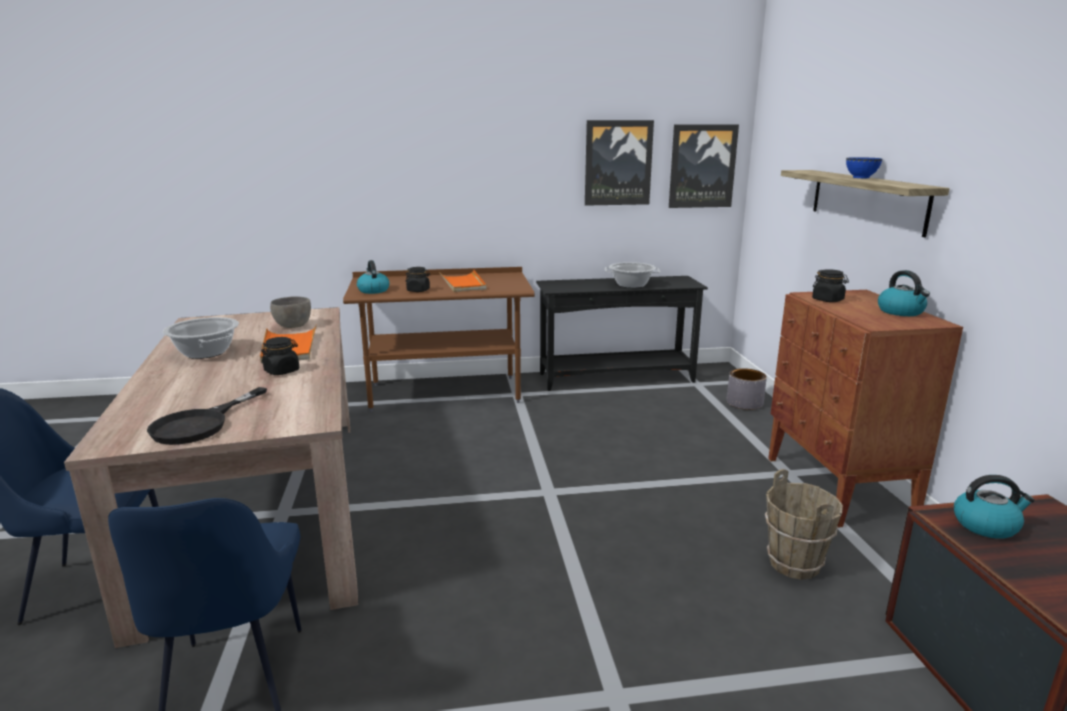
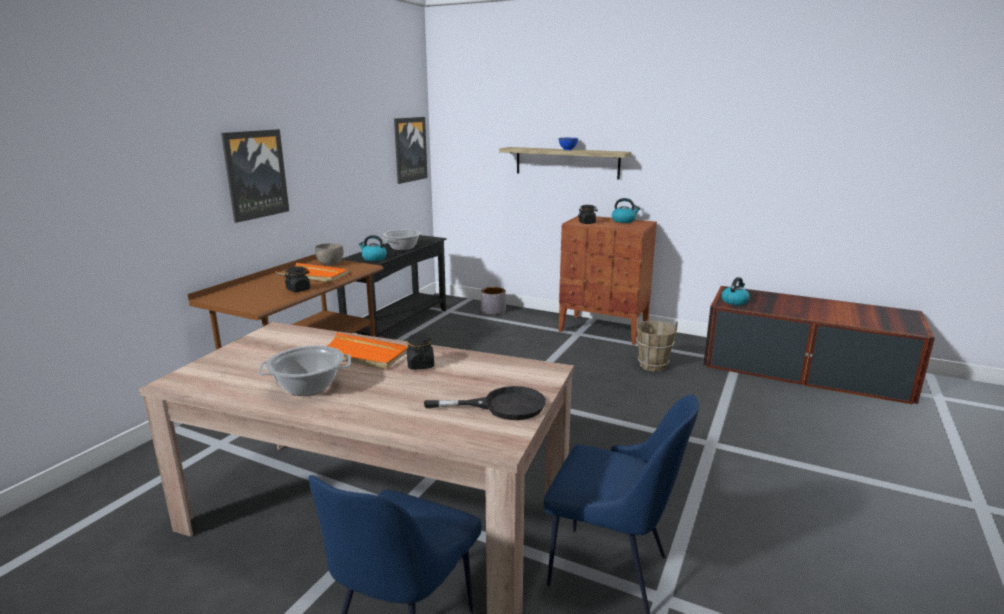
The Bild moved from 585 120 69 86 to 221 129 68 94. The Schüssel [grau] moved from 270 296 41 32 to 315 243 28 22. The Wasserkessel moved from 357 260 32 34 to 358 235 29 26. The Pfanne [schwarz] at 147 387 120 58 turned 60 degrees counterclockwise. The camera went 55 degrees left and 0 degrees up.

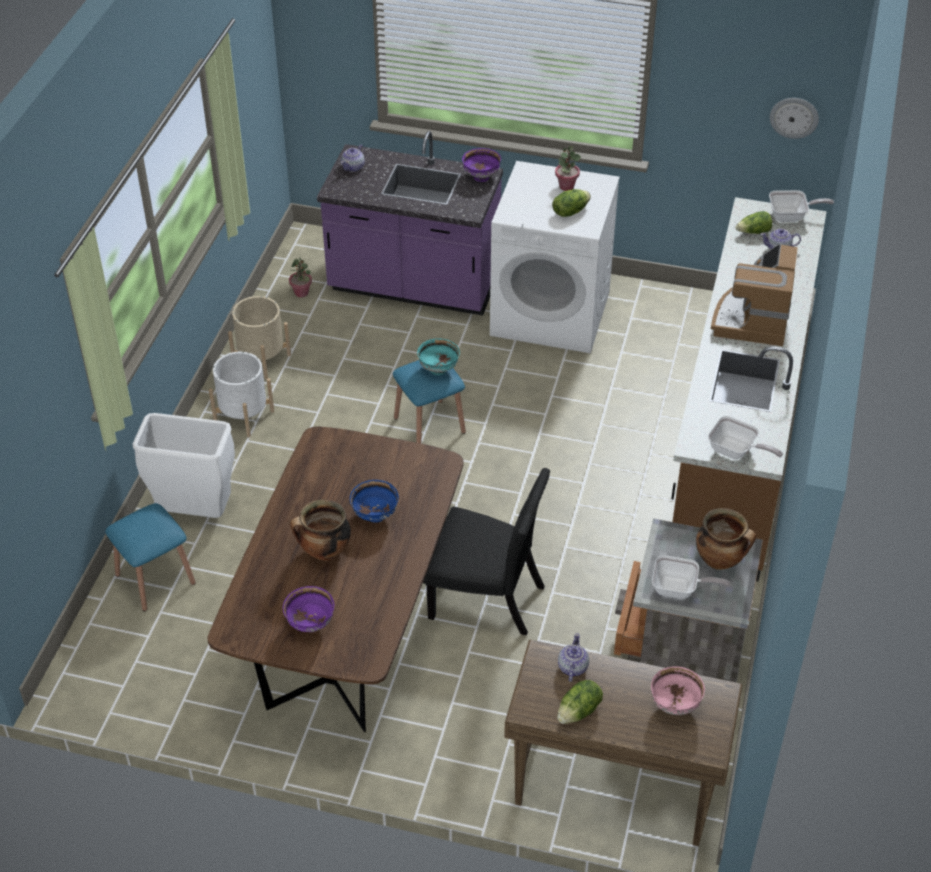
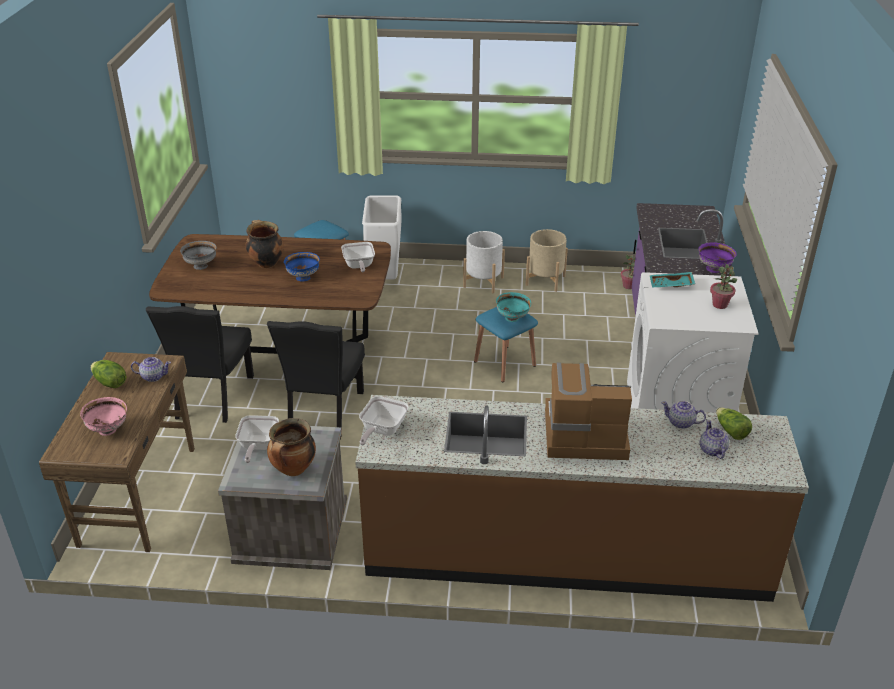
The Stuhl [schwarz] at 146 306 108 117 appeared. The Schüssel [lila] at 283 586 51 46 became the Schüssel [grau] at 180 241 36 29. The Pfanne moved from 769 190 65 32 to 341 242 34 31. The Tablett [türkis] at 650 272 45 15 appeared. The Teekanne moved from 341 145 24 27 to 661 401 45 28. The Salatkopf at 552 189 39 28 disappeared. The Wanduhr at 770 98 49 41 disappeared. The camera went 80 degrees right and 10 degrees down.

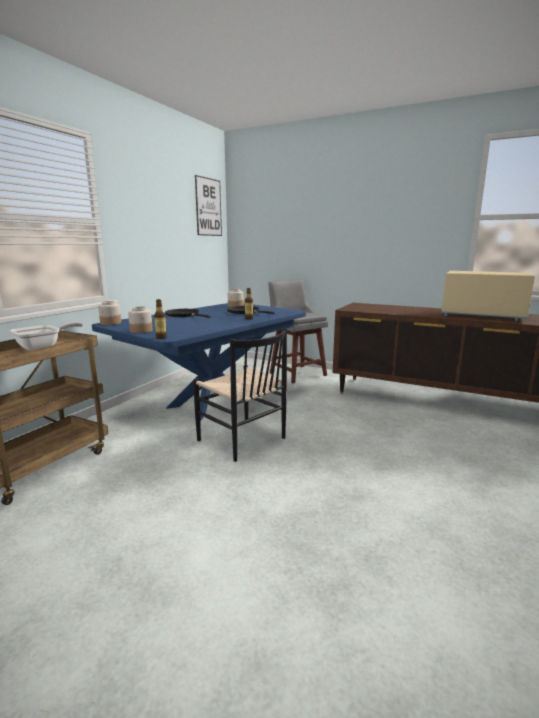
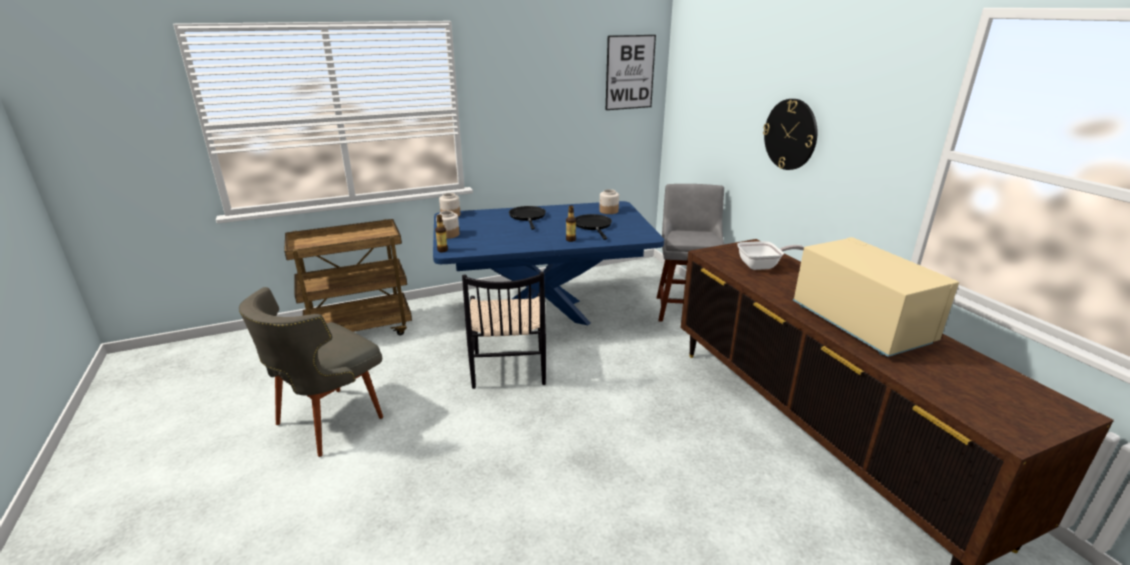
The Stuhl [grau] at 239 287 144 170 appeared. The Pfanne moved from 10 322 73 29 to 737 241 67 29. The Wanduhr at 763 99 55 71 appeared. The camera went 40 degrees right and 10 degrees up.

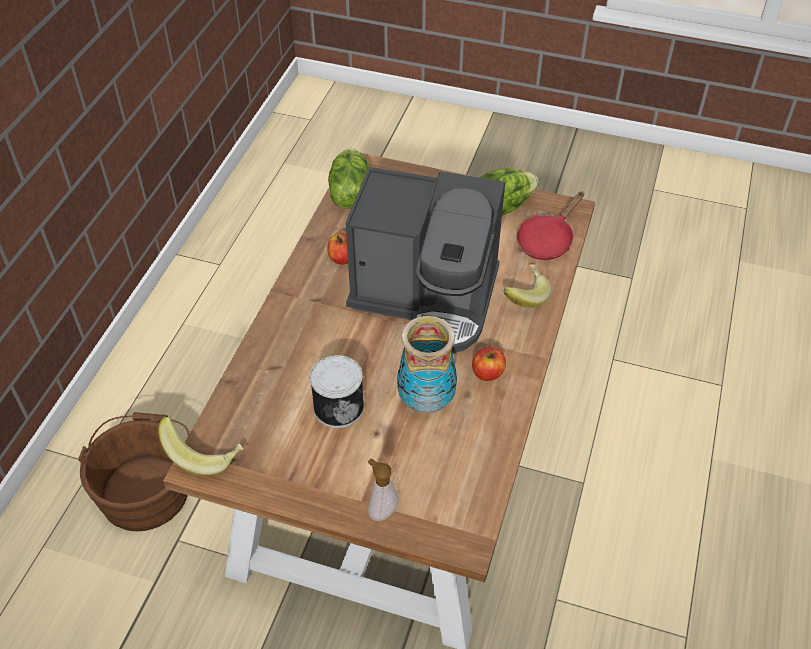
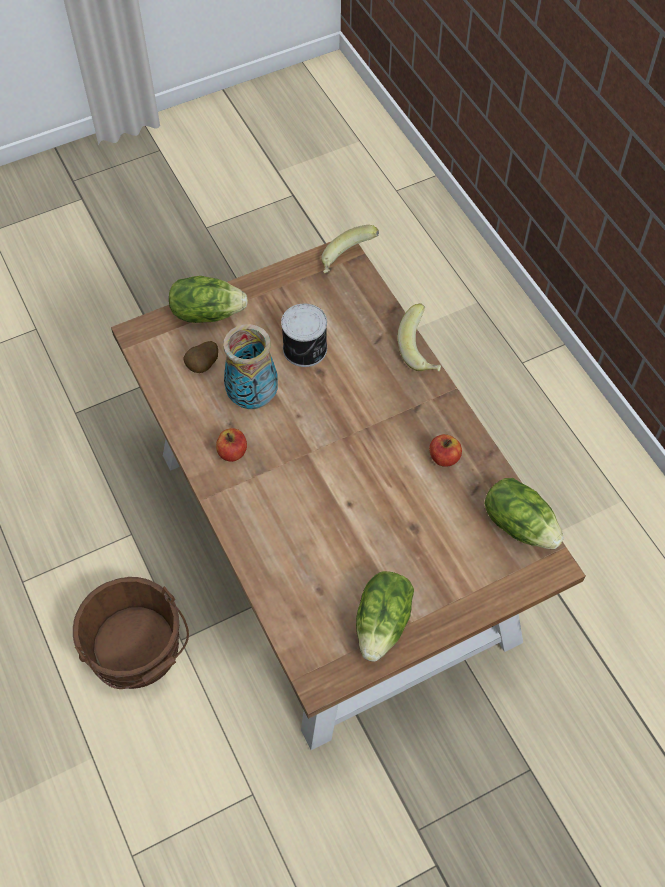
The Eimer [braun] moved from 78 412 112 119 to 73 577 116 112. The Seifenspender at 368 458 31 63 was replaced by the Salatkopf at 169 276 79 47. The Kartoffel at 183 341 35 32 appeared. The Banane moved from 503 265 49 43 to 397 303 44 69. The Kaffeemaschine at 346 167 159 187 disappeared. The Pfanne [rot] at 517 191 67 69 disappeared. The camera went 135 degrees right and 10 degrees up.

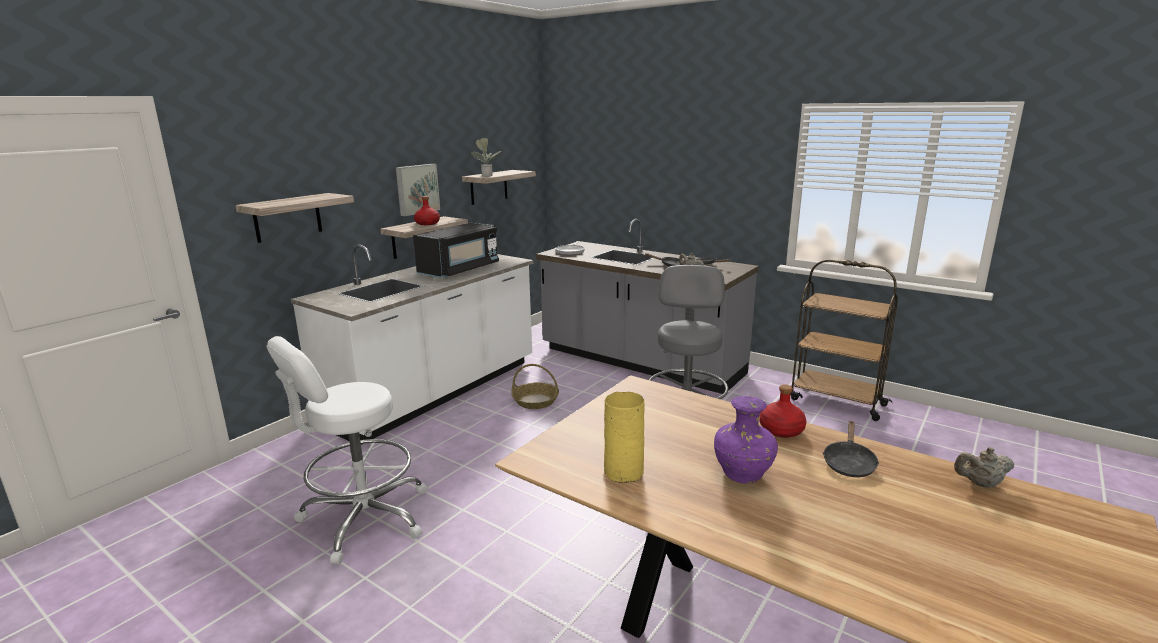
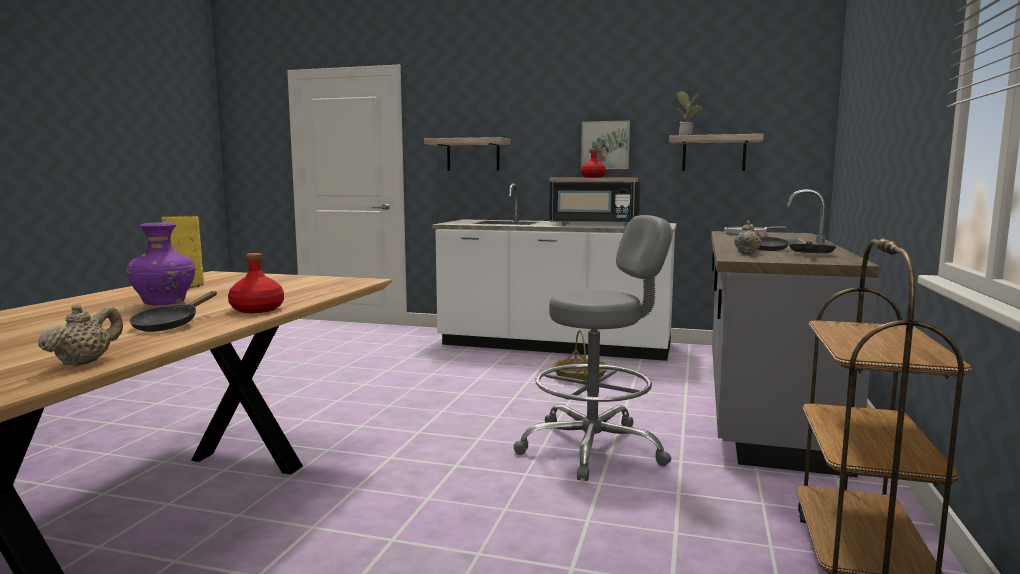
The Teekanne [beige] at 954 447 60 41 turned 45 degrees clockwise. The Pfanne [schwarz] at 823 421 57 56 turned 75 degrees counterclockwise. The Hocker [weiß] at 266 336 162 229 disappeared. The camera went 70 degrees right and 10 degrees down.

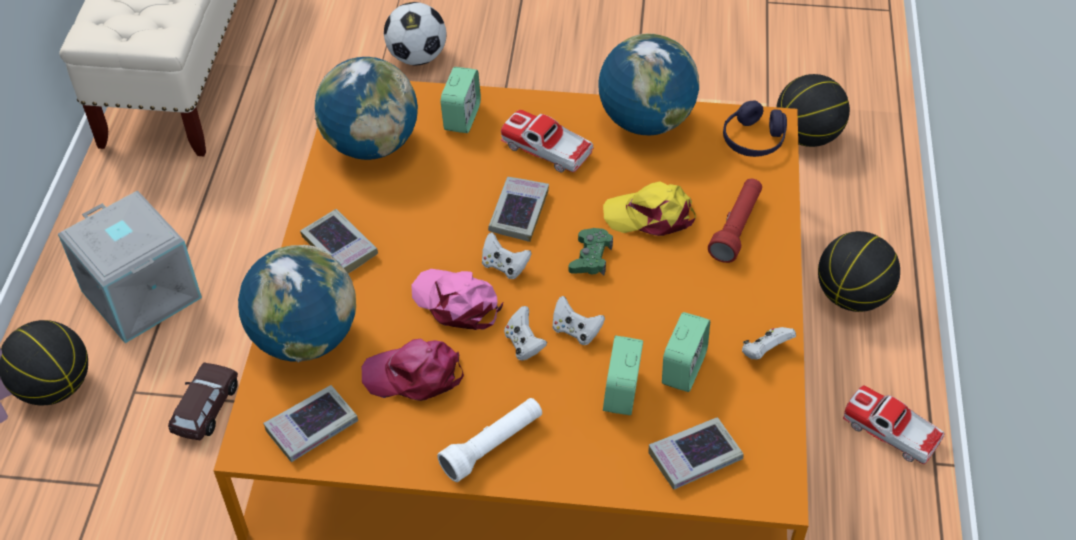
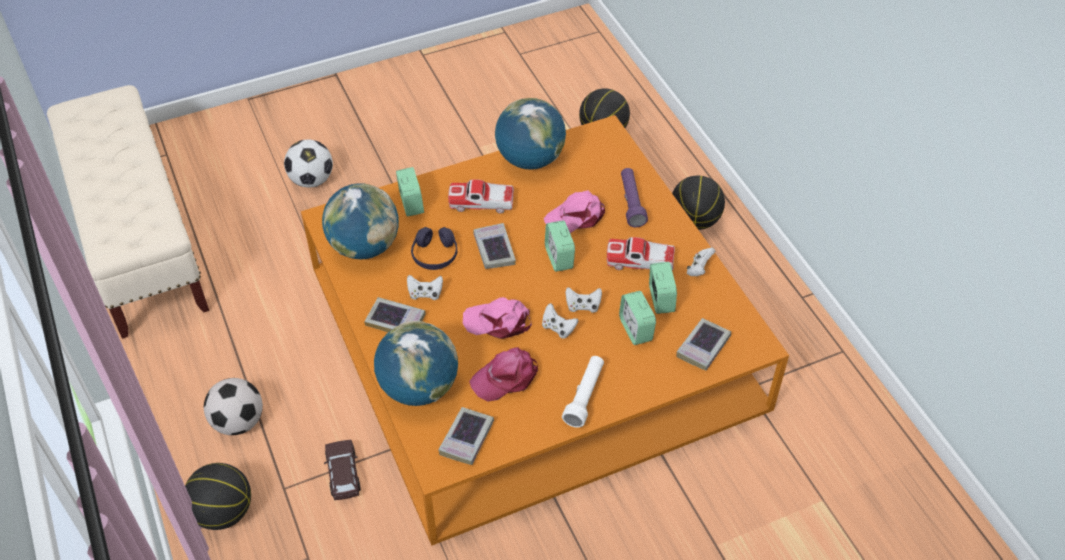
The Aufbewahrungsbox [grau] at 58 191 144 152 was replaced by the Fußball at 204 378 59 57. The Gamepad [weiß] moved from 482 232 50 47 to 407 275 36 25. The Kopfhörer [lila] moved from 723 100 64 57 to 411 227 46 43. The Kappe [gelb] at 603 181 93 55 became the Kappe [rosa] at 544 190 61 43. The Gamepad [grün] at 568 228 45 48 was replaced by the Wecker at 545 220 30 52. The Spielzeugauto moved from 843 385 102 79 to 607 237 68 34. The Taschenlampe [rot] at 708 179 54 84 became the Taschenlampe [lila] at 621 168 27 59. The camera went 30 degrees left and 0 degrees up.

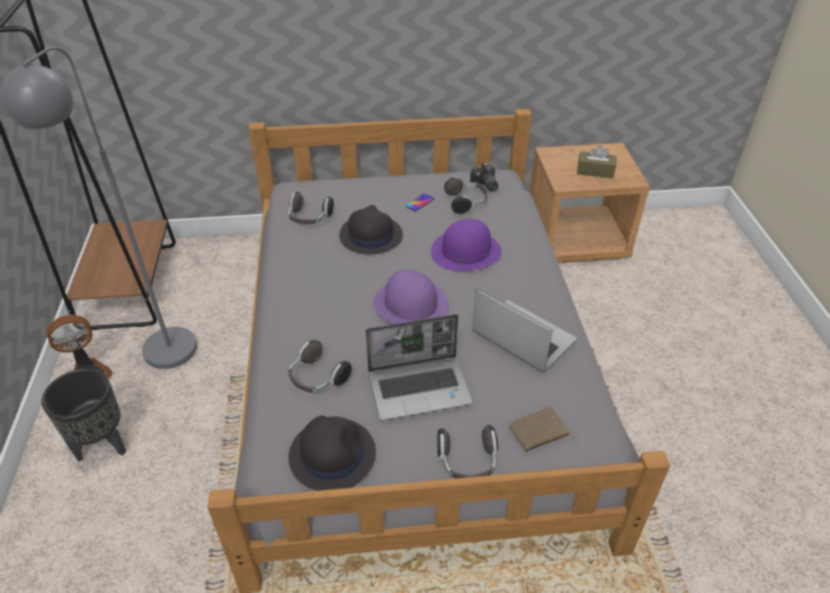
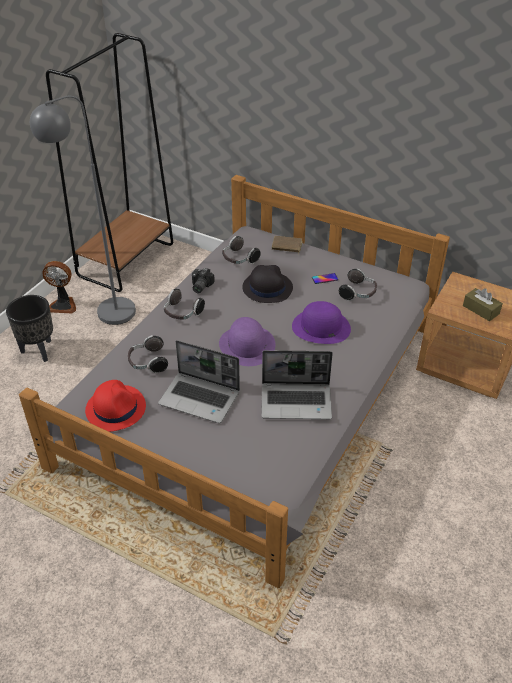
The Hut [schwarz] at 288 416 88 75 became the Hut [rot] at 85 380 61 52. The Kopfhörer moved from 437 425 61 53 to 164 289 41 30. The Kamera moved from 470 162 28 30 to 192 268 23 26. The Laptop at 472 288 105 84 turned 105 degrees clockwise. The Buch [braun] moved from 509 406 67 46 to 272 236 31 18. The camera went 35 degrees right and 0 degrees up.

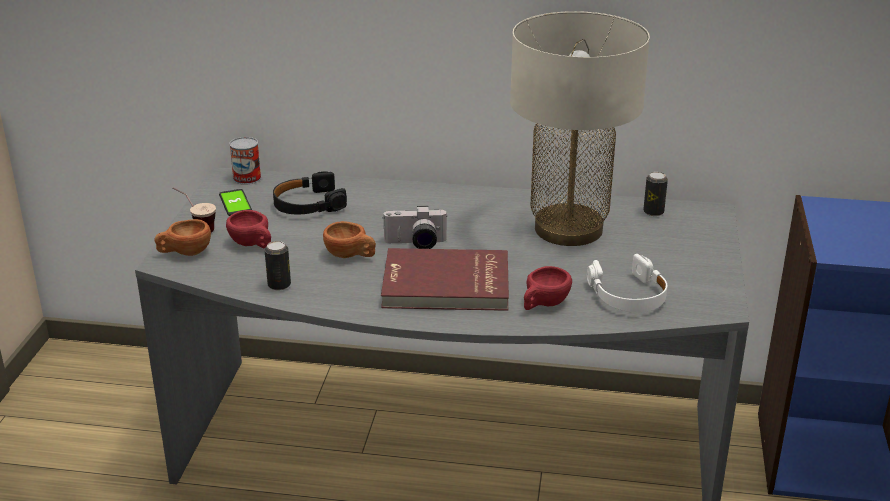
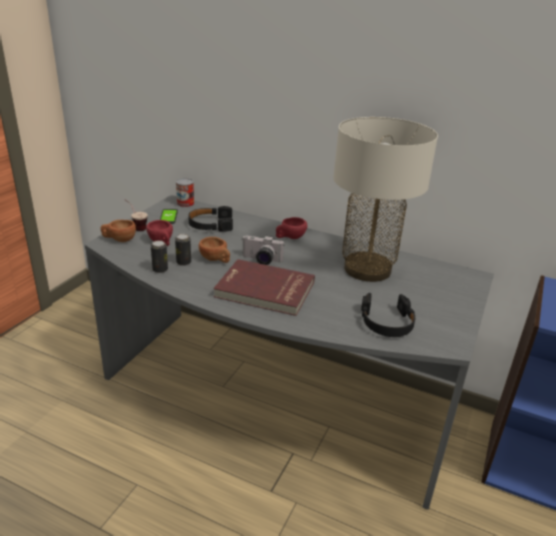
The Dose moved from 643 172 25 44 to 175 234 16 32. The Tasse [rot] moved from 524 266 48 44 to 276 217 31 22. The Kopfhörer [weiß] at 587 254 80 59 became the Kopfhörer [schwarz] at 361 293 54 44. The camera went 15 degrees right and 0 degrees up.

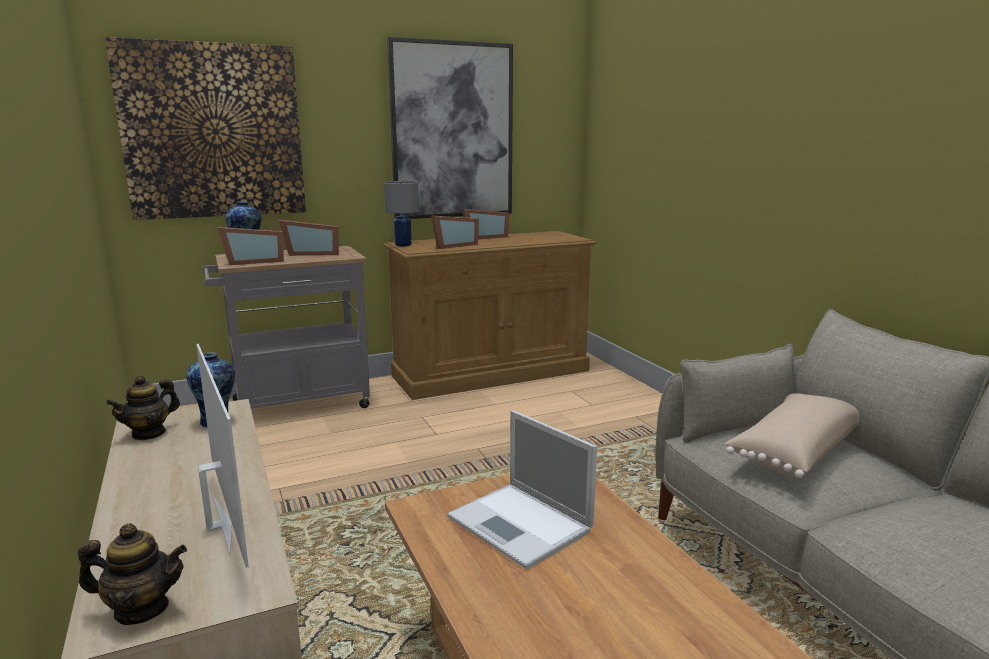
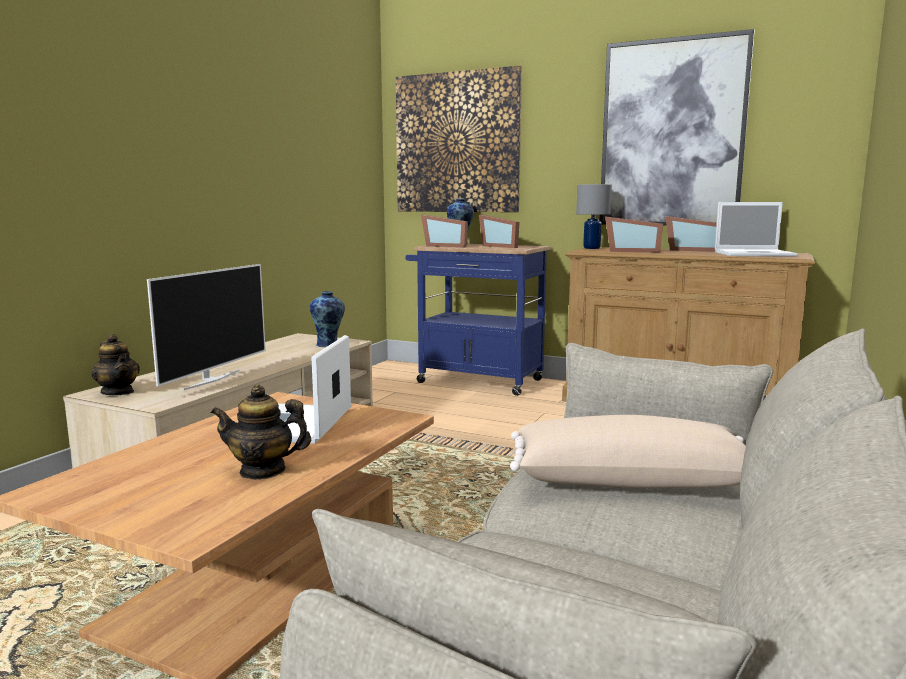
The Teekanne moved from 106 375 74 65 to 211 385 101 95. The Rollwagen [grau] at 202 246 168 163 became the Rollwagen [blau] at 405 244 146 152. The Laptop at 715 202 83 55 appeared. The camera went 50 degrees right and 5 degrees down.

